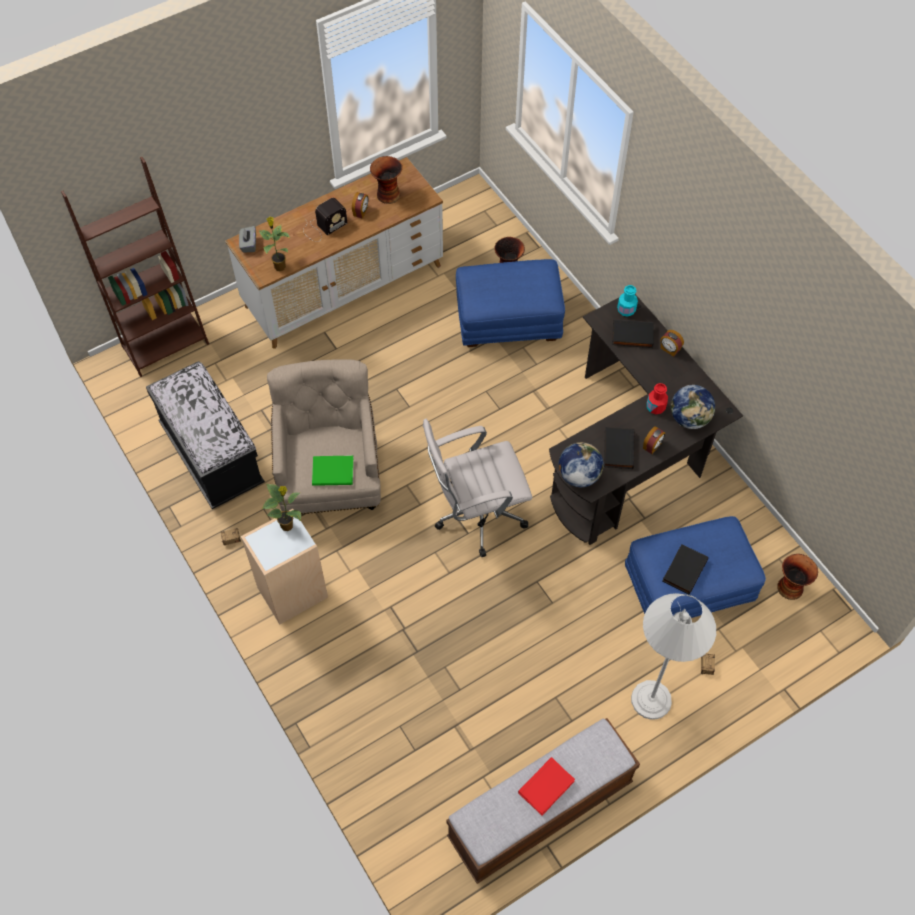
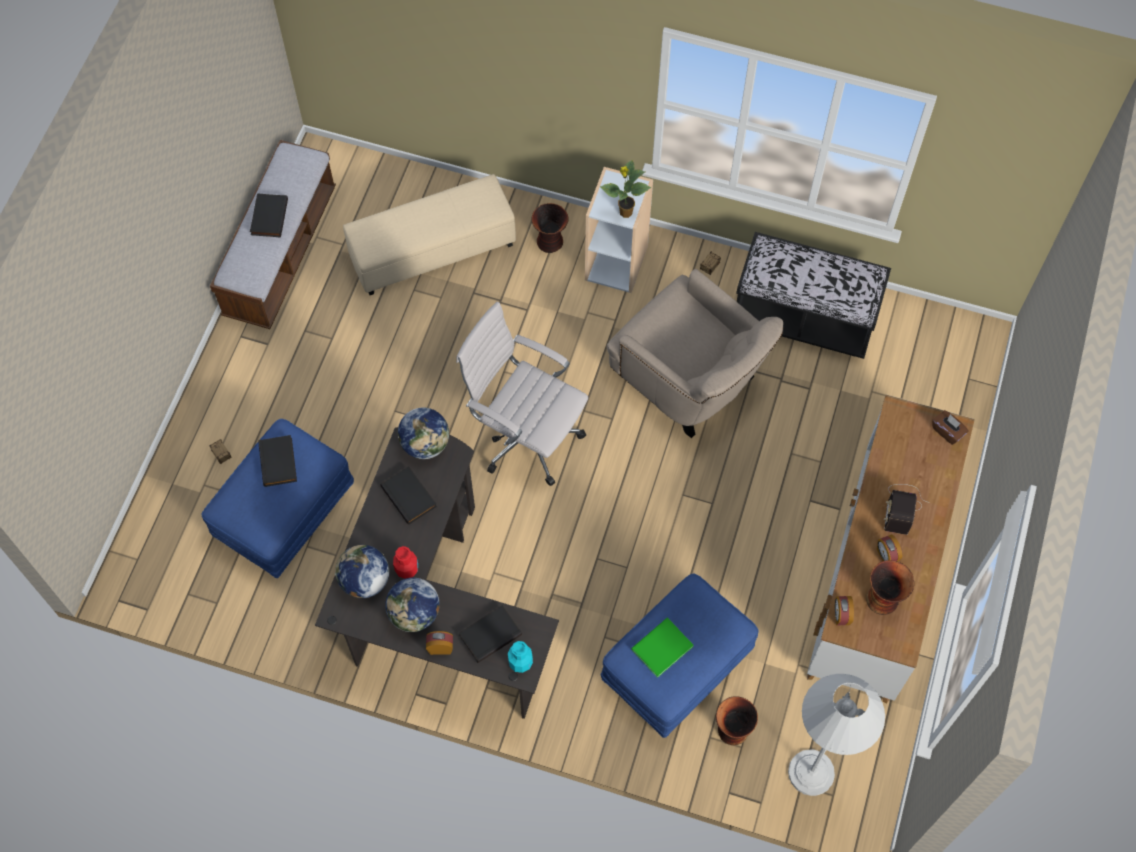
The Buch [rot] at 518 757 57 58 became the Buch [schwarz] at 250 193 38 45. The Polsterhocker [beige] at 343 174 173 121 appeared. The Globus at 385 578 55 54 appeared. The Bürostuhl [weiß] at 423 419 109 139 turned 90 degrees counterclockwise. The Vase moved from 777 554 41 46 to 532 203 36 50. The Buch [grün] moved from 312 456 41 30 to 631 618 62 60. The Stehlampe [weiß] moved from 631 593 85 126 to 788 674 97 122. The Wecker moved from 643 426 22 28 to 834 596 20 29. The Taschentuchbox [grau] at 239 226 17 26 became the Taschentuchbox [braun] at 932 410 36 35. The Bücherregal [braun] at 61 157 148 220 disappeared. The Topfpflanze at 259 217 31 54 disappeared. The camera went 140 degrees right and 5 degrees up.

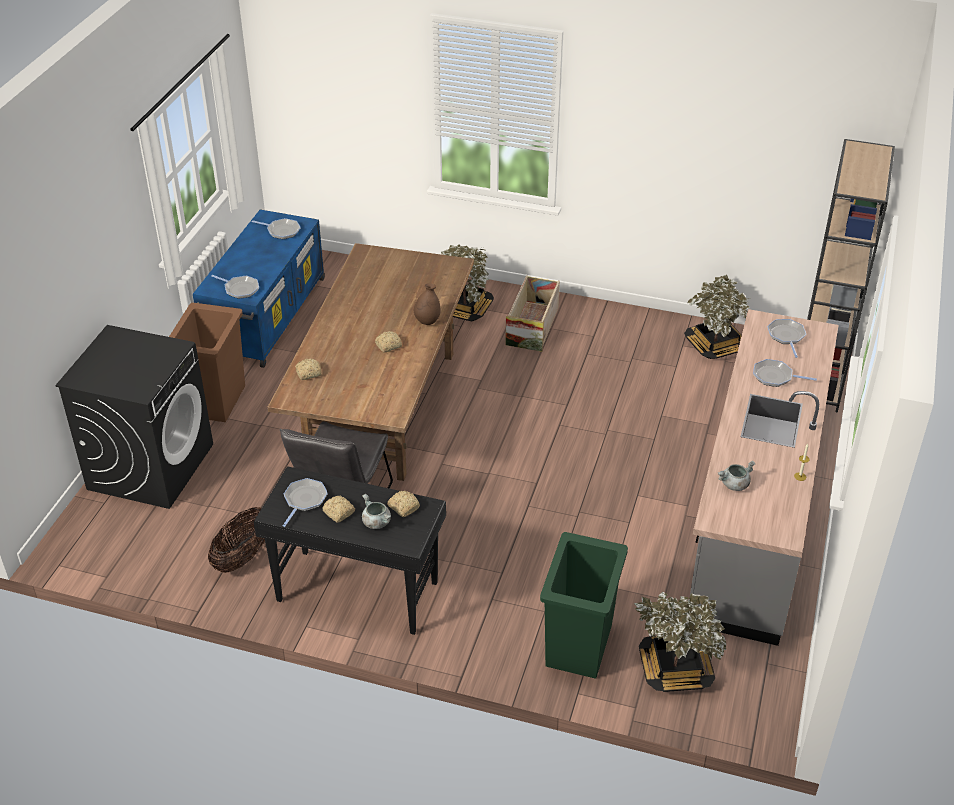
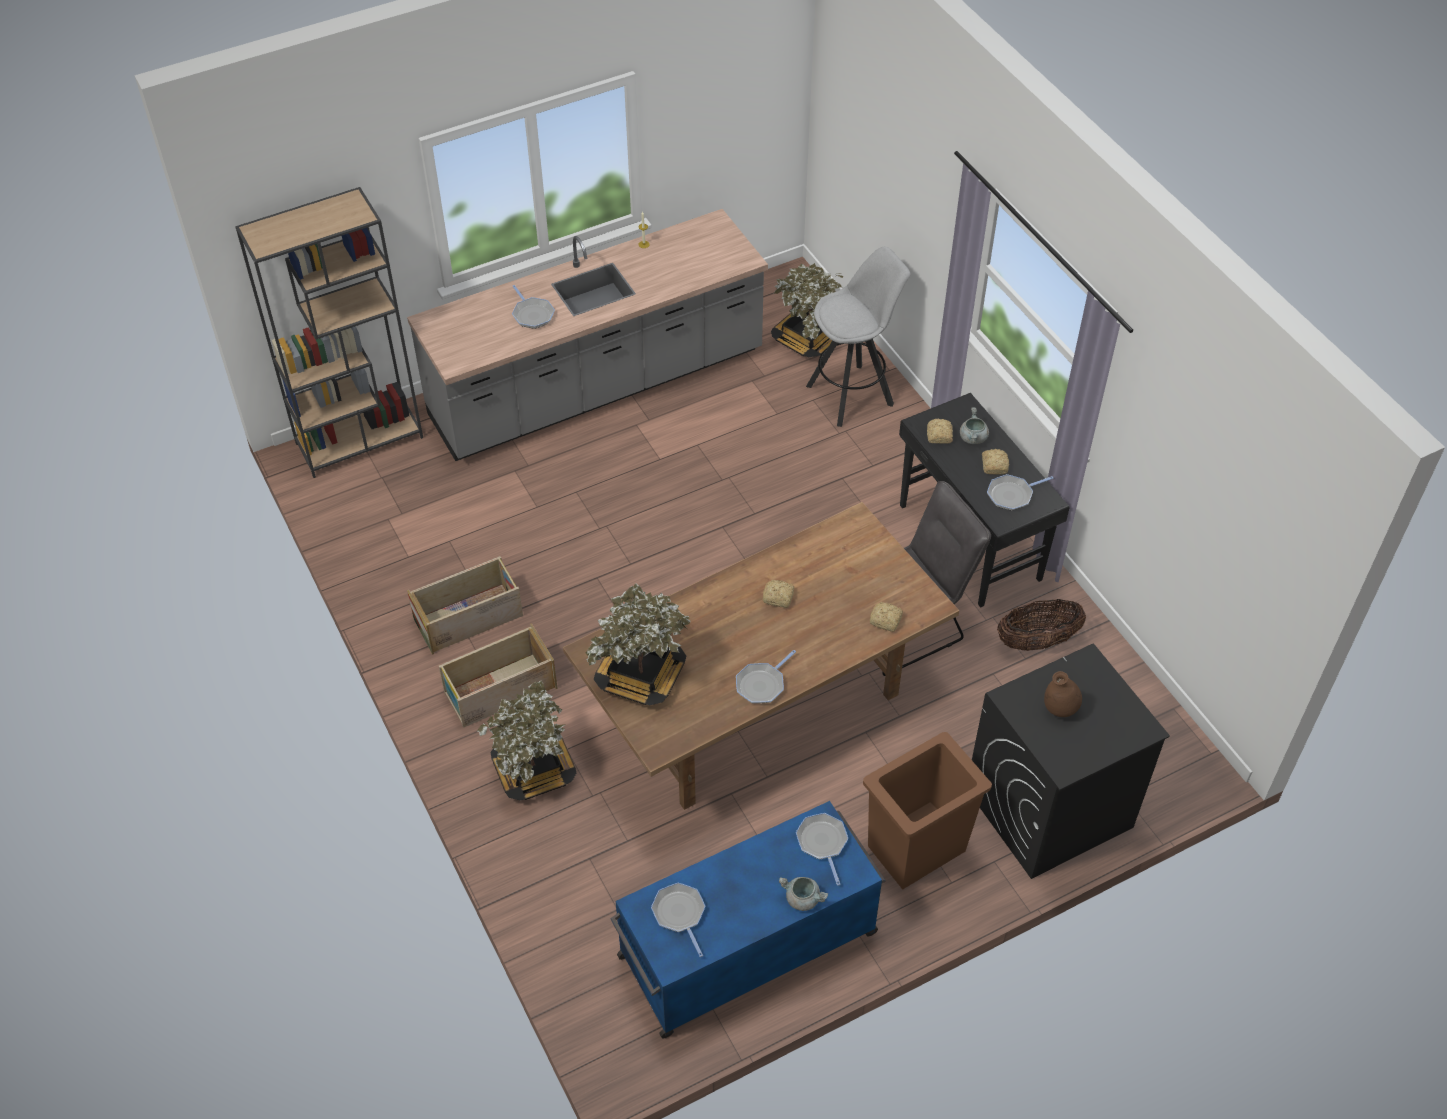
The Kiste at 407 556 116 99 appeared. The Topfpflanze moved from 684 274 66 85 to 586 583 105 122. The Pfanne moved from 767 319 39 39 to 736 650 60 53. The Kochtopf [grau] moved from 718 461 37 30 to 779 877 49 34. The Mülleimer [grün] at 540 532 88 147 was replaced by the Hocker [grau] at 806 247 104 180. The Vase [braun] moved from 414 283 26 42 to 1044 671 38 46. The camera went 135 degrees left and 10 degrees up.

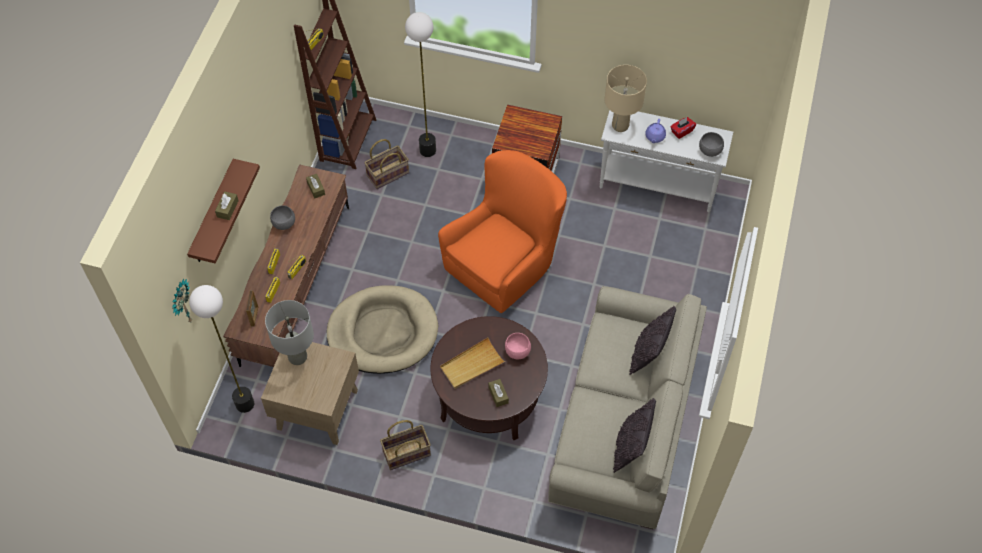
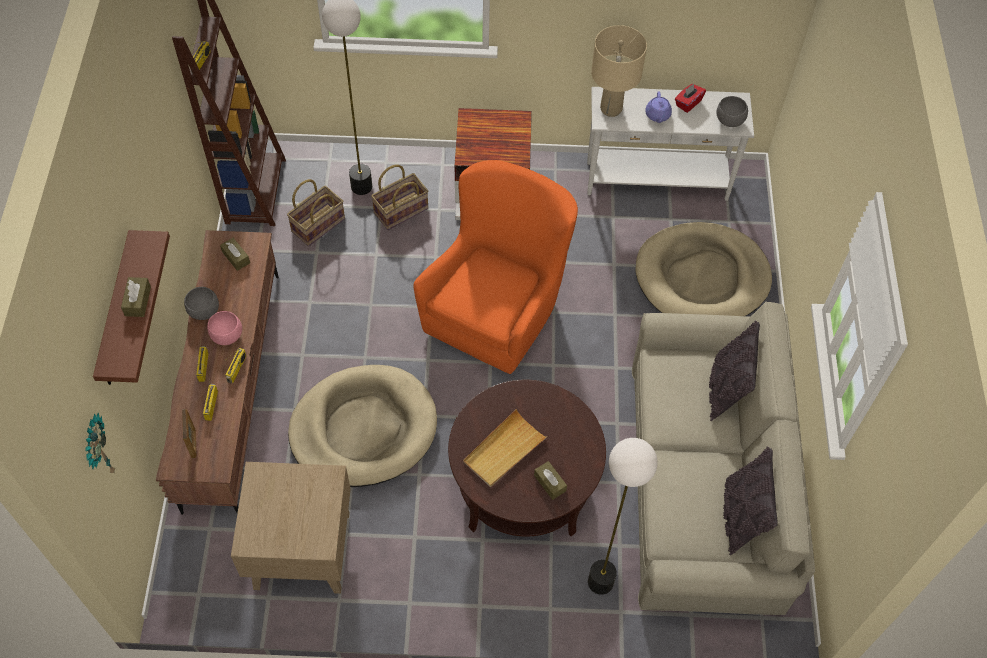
The Schüssel [rosa] moved from 505 333 26 26 to 207 311 35 34. The Korb moved from 380 420 51 50 to 371 165 57 65. The Stehlampe moved from 189 285 65 128 to 588 438 70 157. The Hundebett [beige] at 635 222 137 94 appeared. The Tischlampe [grau] at 265 300 49 65 disappeared. The camera went 15 degrees left and 0 degrees up.

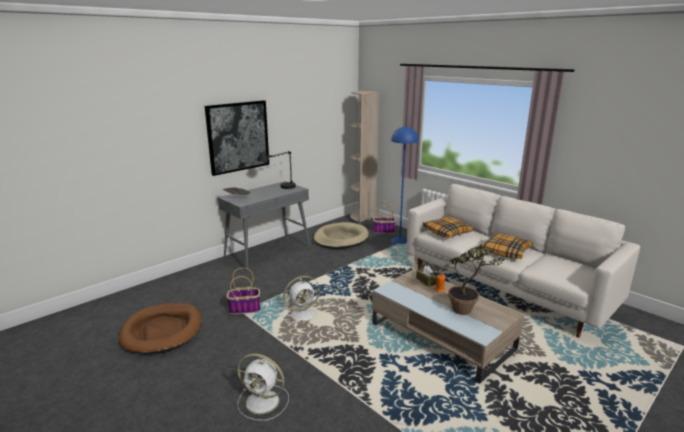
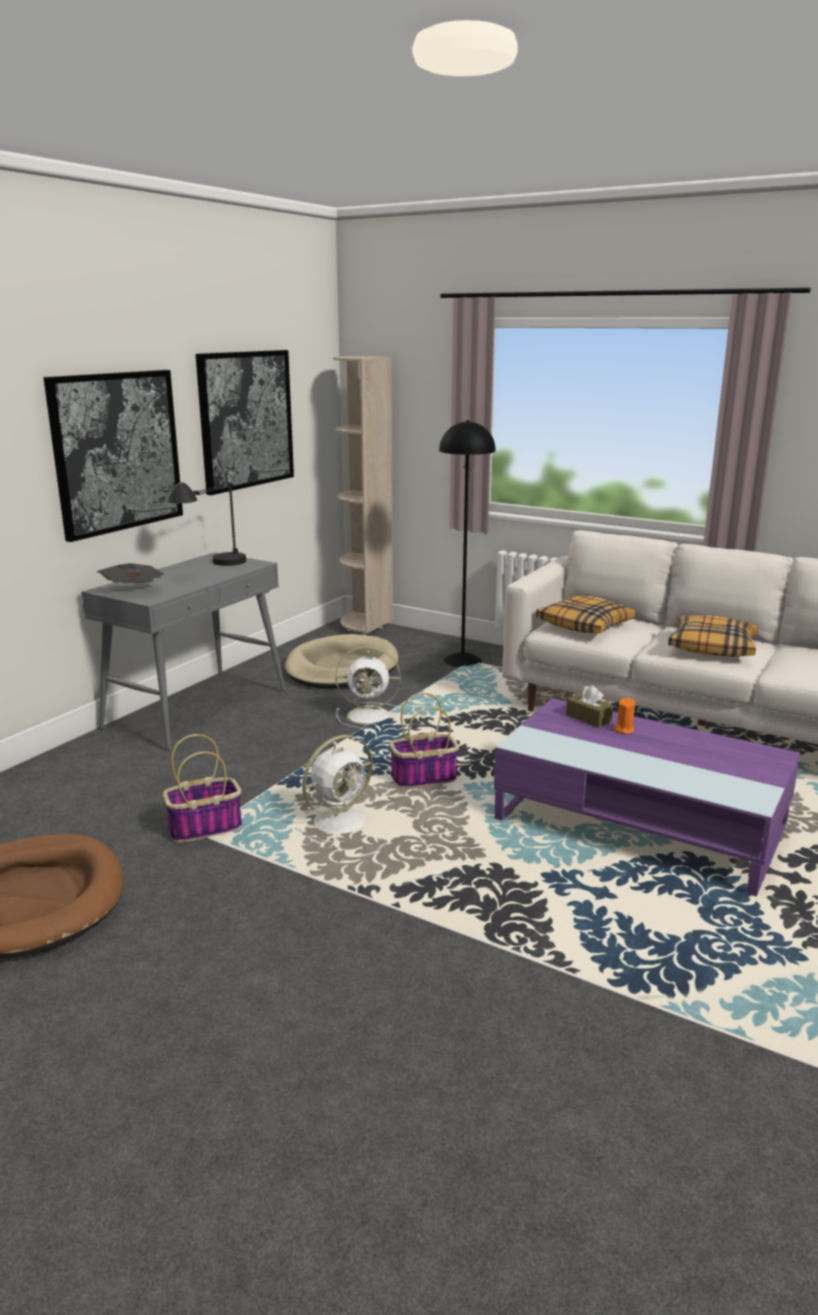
The Bild at 196 350 98 145 appeared. The Ventilator [weiß] moved from 237 354 52 67 to 335 646 66 82. The Korb moved from 373 201 23 33 to 389 693 70 95. The Stehlampe [blau] at 391 126 28 118 became the Stehlampe [schwarz] at 439 420 57 247. The Couchtisch [beige] at 372 269 152 115 became the Couchtisch [lila] at 494 698 306 199. The Topfpflanze at 444 246 61 69 disappeared. The camera went 15 degrees left and 0 degrees up.

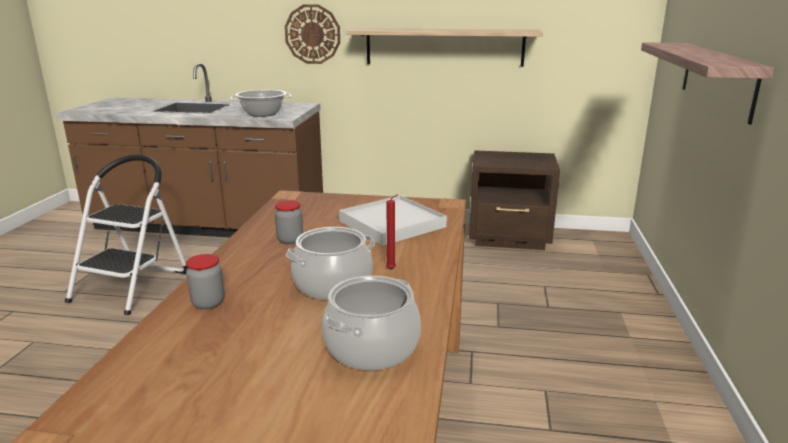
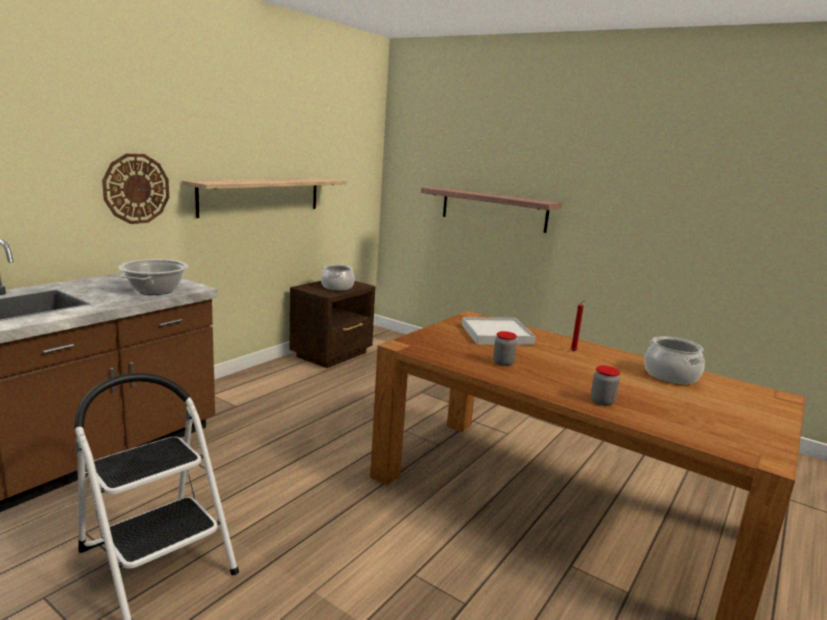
The Kochtopf moved from 286 227 89 73 to 321 264 34 27. The camera went 65 degrees left and 5 degrees down.

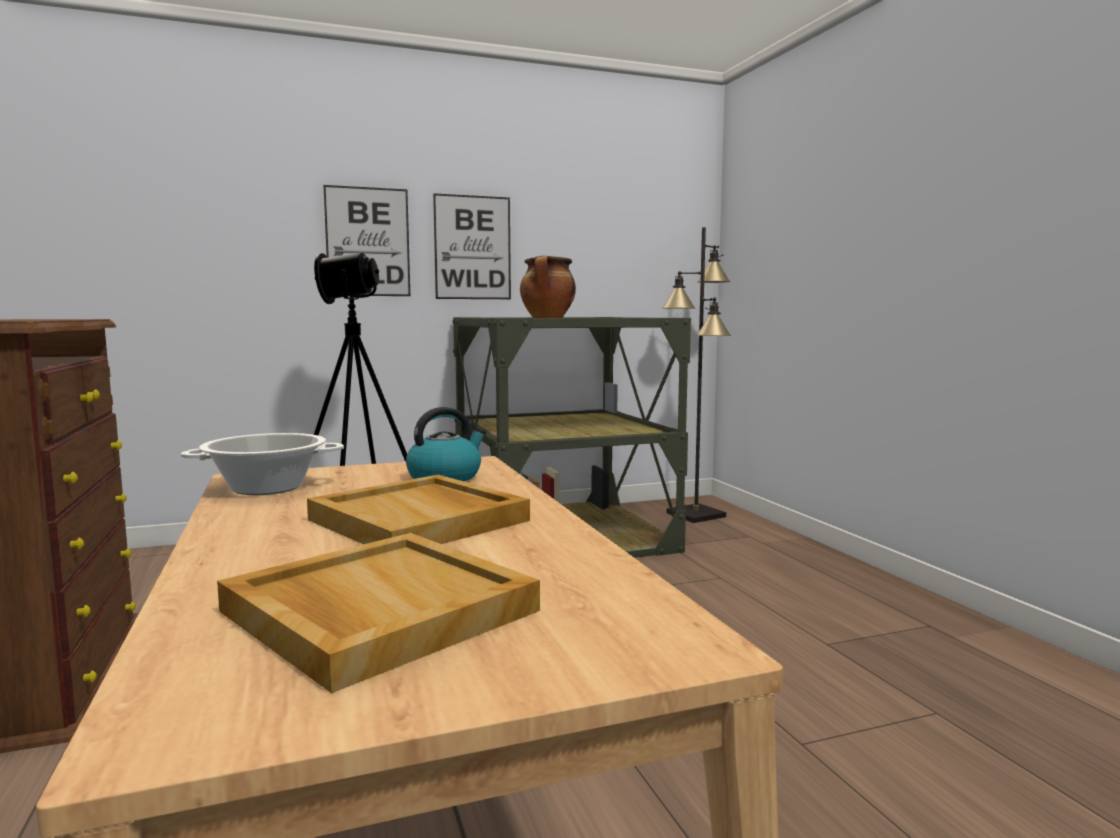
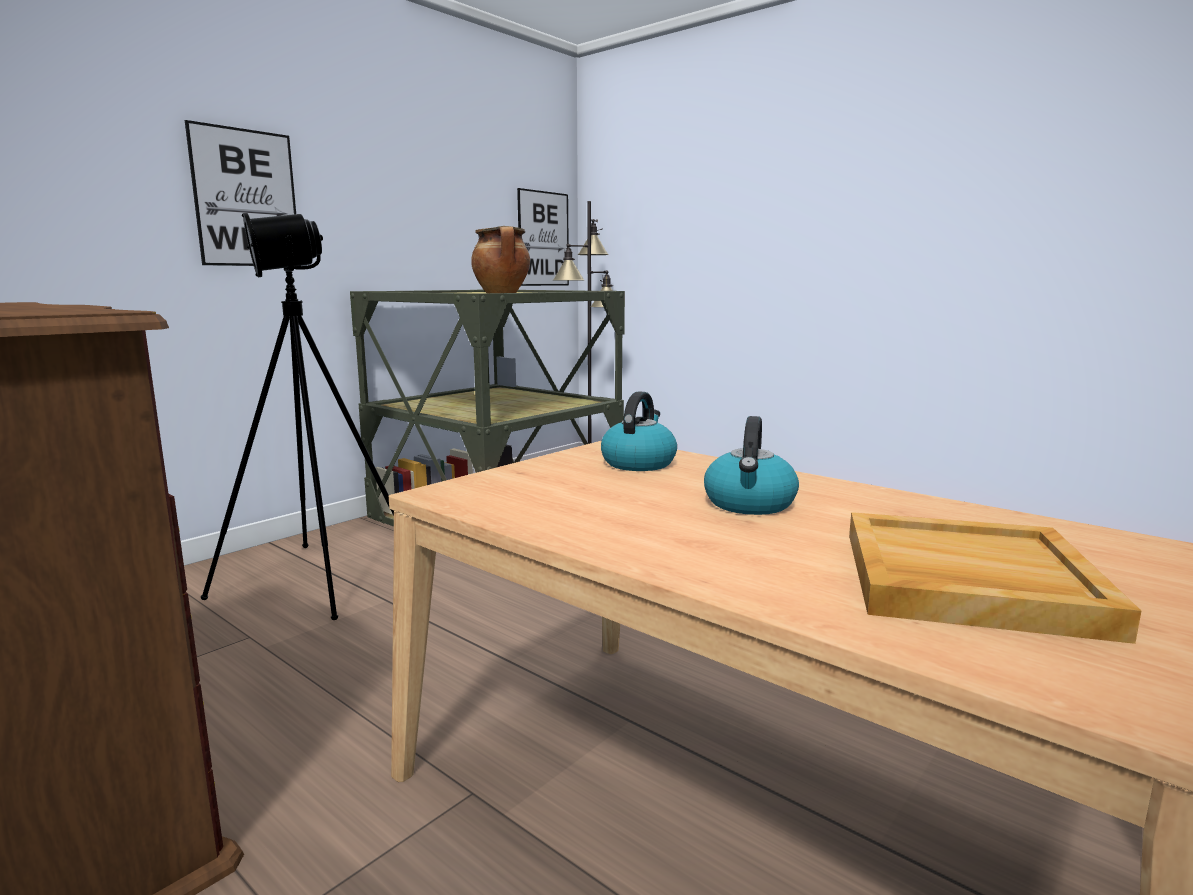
The Bild moved from 433 193 78 106 to 517 188 52 98. The Tablett [beige] at 307 475 223 69 was replaced by the Wasserkessel at 704 416 95 99. The Kochtopf at 181 433 163 62 disappeared. The camera went 30 degrees left and 5 degrees up.

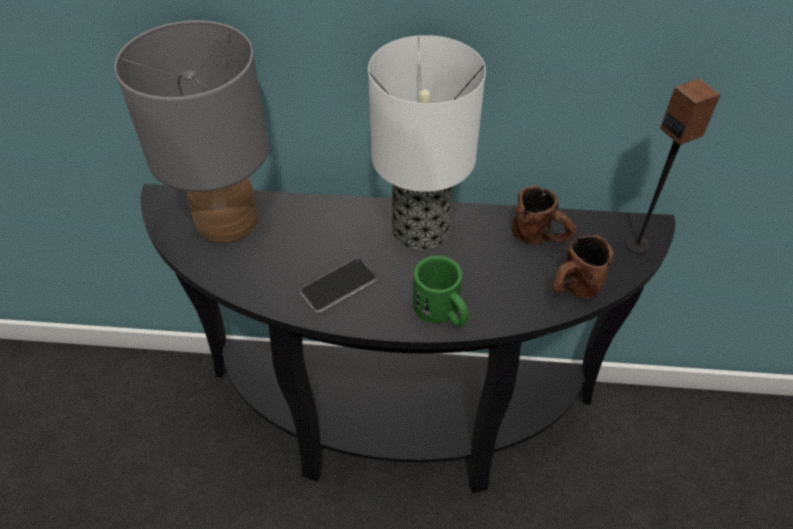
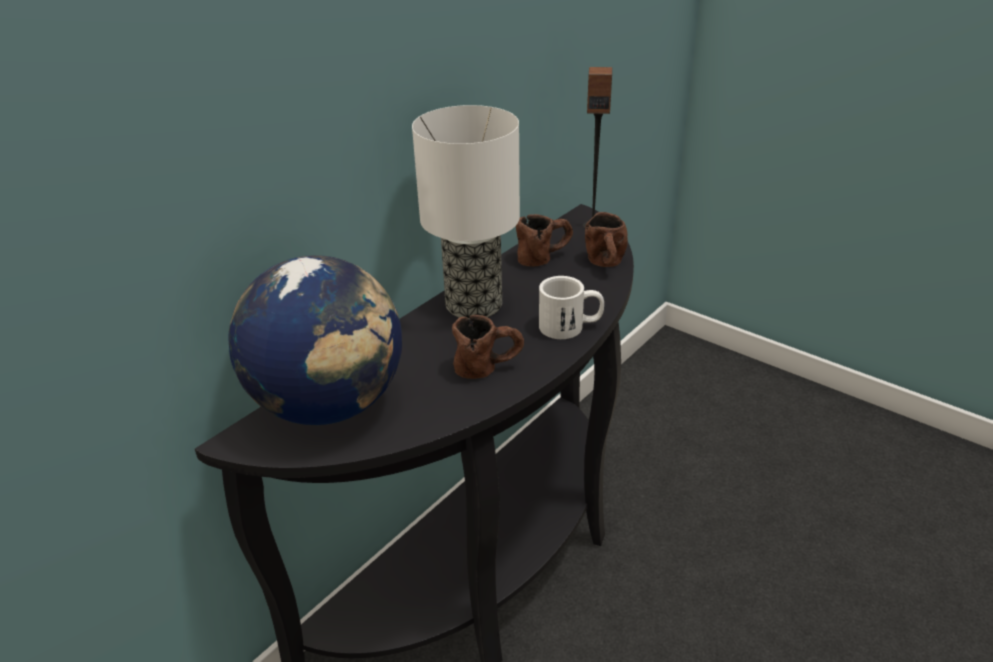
The Tischlampe [grau] at 114 20 155 223 was replaced by the Globus at 228 255 174 170. The Handy at 300 258 77 55 was replaced by the Henkelbecher [braun] at 452 315 72 64. The Henkelbecher [grün] at 413 256 55 71 became the Henkelbecher [weiß] at 539 276 65 63. The camera went 55 degrees left and 15 degrees down.

